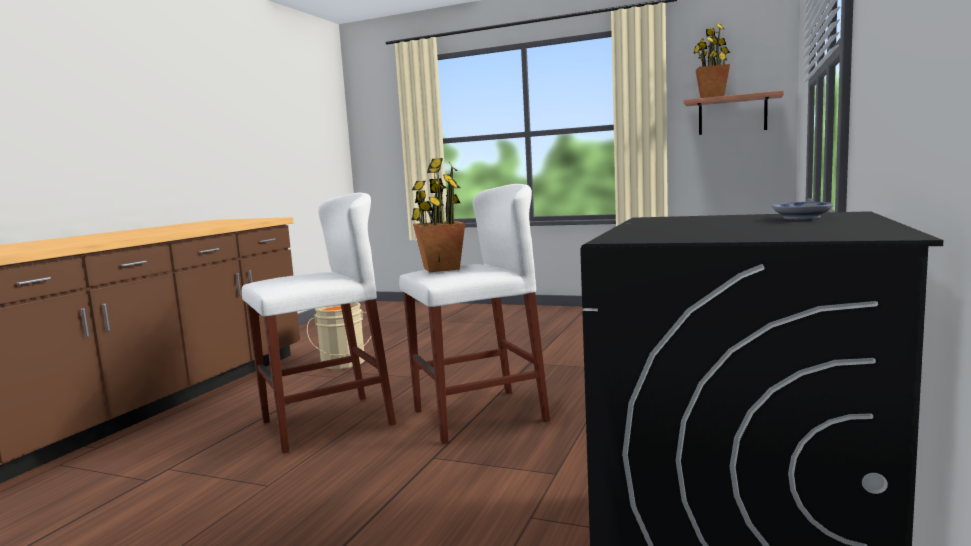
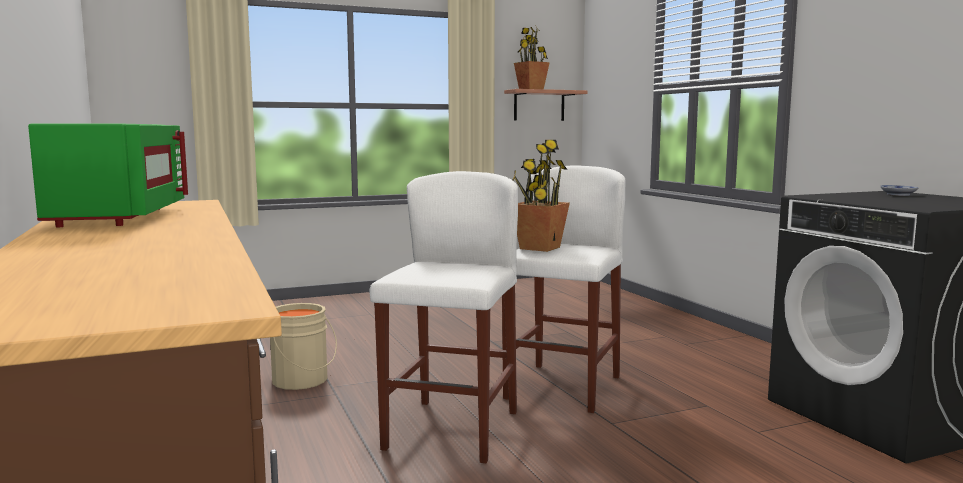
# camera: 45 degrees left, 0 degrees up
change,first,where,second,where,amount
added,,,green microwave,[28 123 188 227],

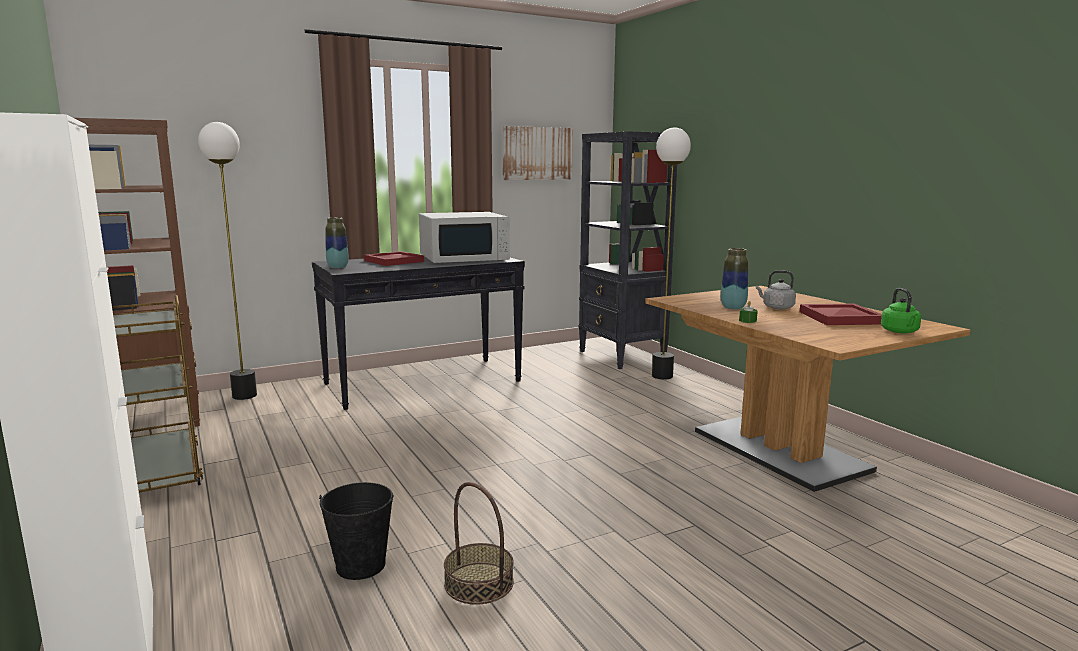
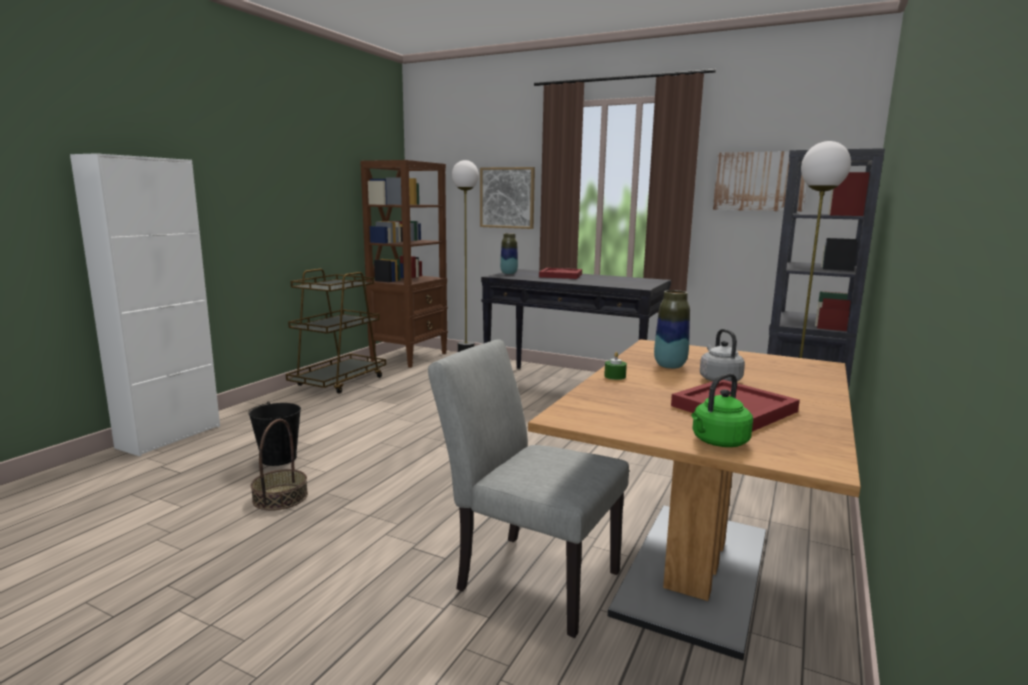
# camera: 55 degrees right, 0 degrees up
change,first,where,second,where,amount
removed,white microwave,[419 212 510 263],,,
added,,,picture,[480 167 535 229],
added,,,grey chair,[428 340 629 638],

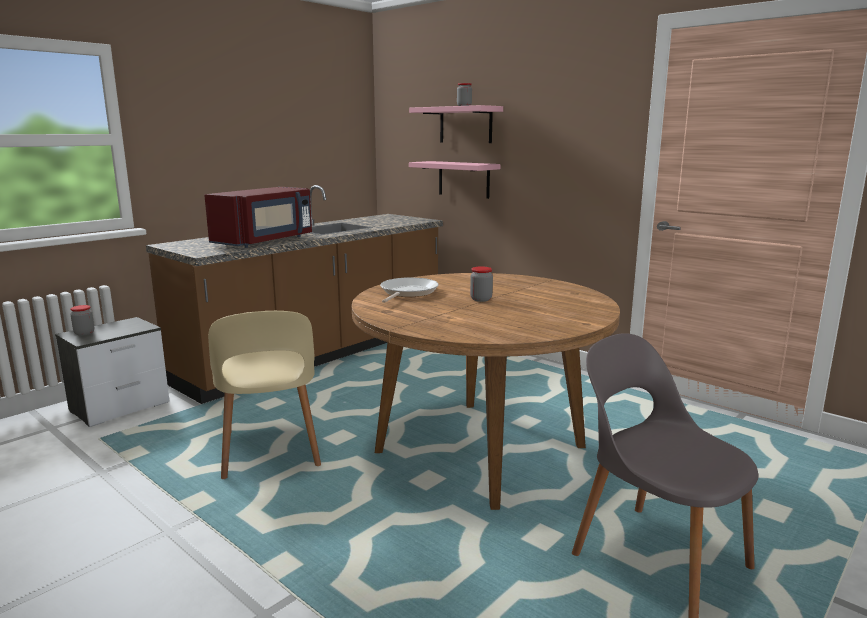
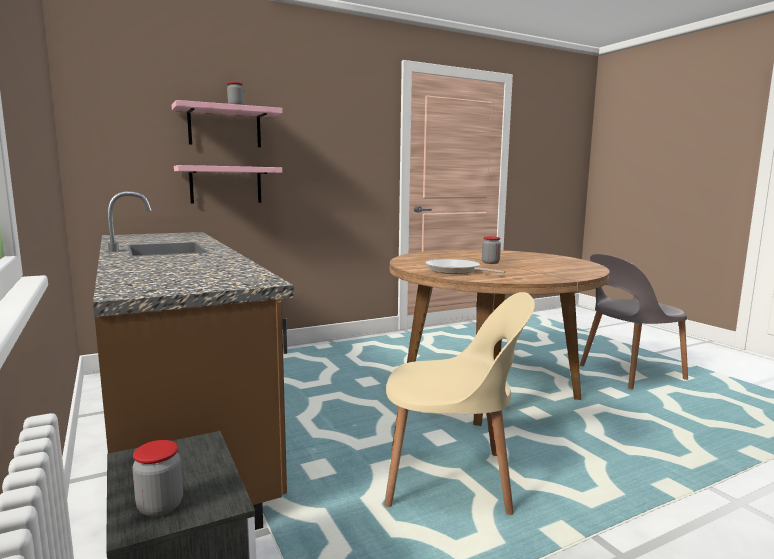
# camera: 70 degrees left, 5 degrees down
change,first,where,second,where,amount
removed,red microwave,[204 187 312 248],,,

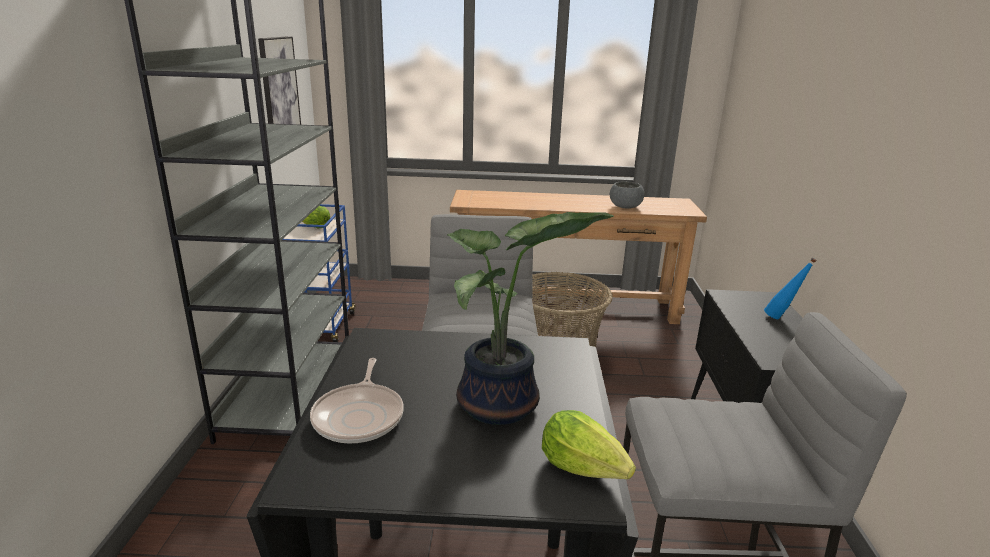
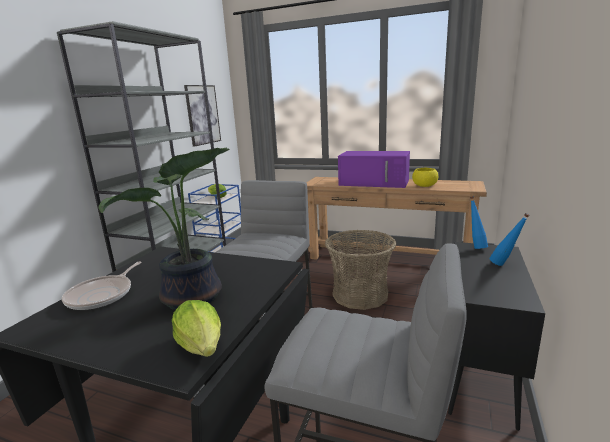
# camera: 20 degrees right, 5 degrees down
change,first,where,second,where,amount
recoloured,grey bowl,[610 181 645 209],yellow bowl,[412 168 438 187],
added,,,purple microwave,[338 151 410 188],
added,,,blue bottle,[470 196 488 249],

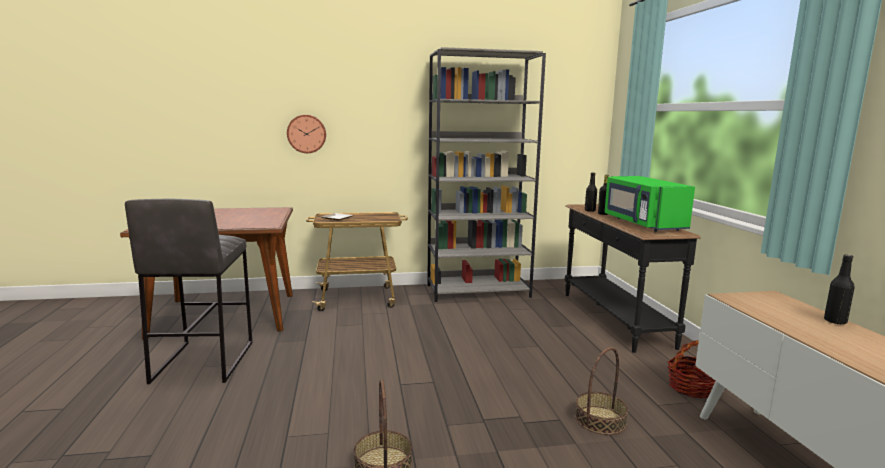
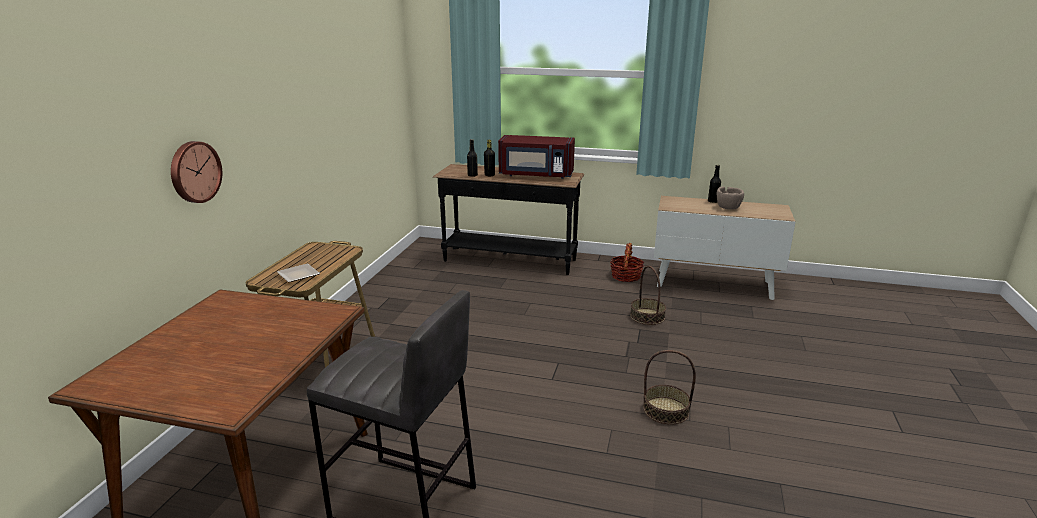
# camera: 65 degrees left, 10 degrees up
change,first,where,second,where,amount
removed,grey bookcase,[427 47 546 302],,,
recoloured,green microwave,[605 176 695 232],red microwave,[498 135 575 179],
added,,,brown bowl,[717 187 744 210],

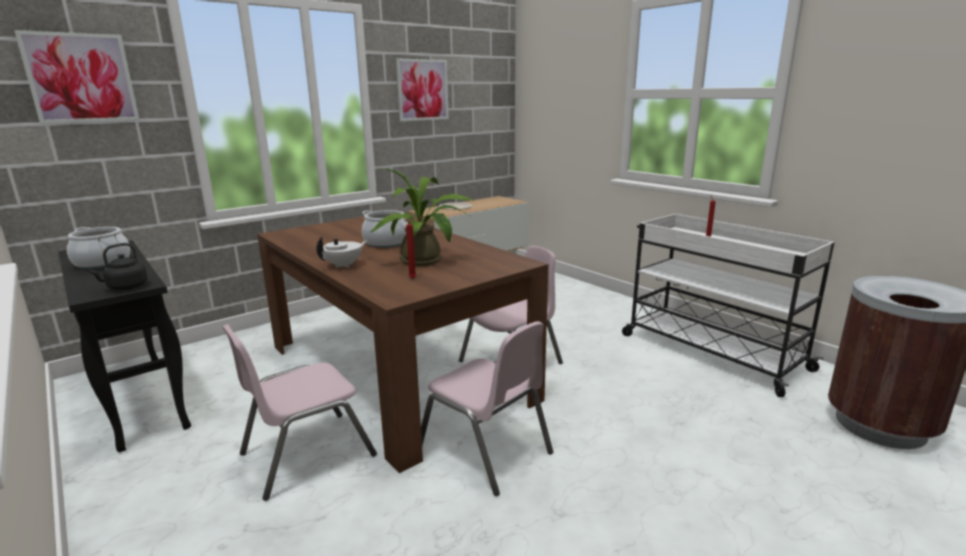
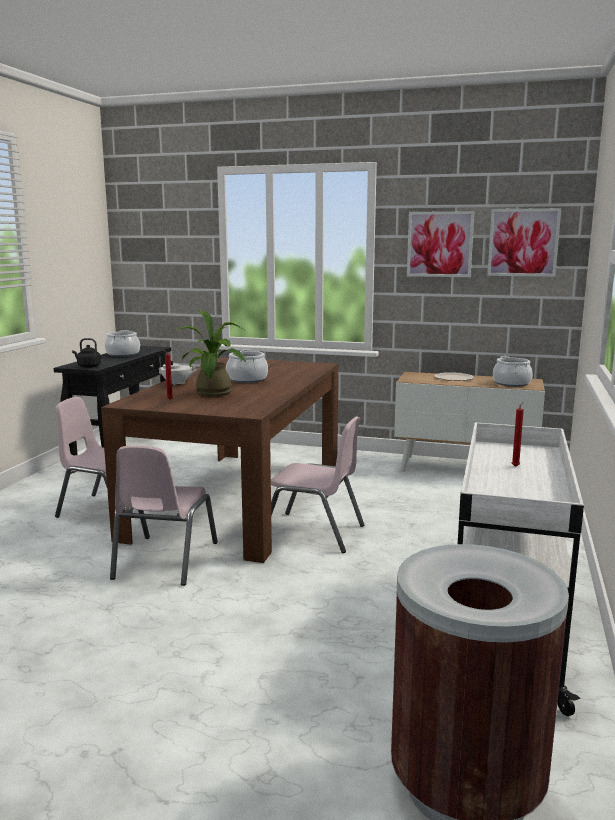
# camera: 55 degrees right, 5 degrees down
change,first,where,second,where,amount
moved,picture,[14 30 139 124],,[487 208 561 277],
added,,,cooking pot,[493 356 533 387],

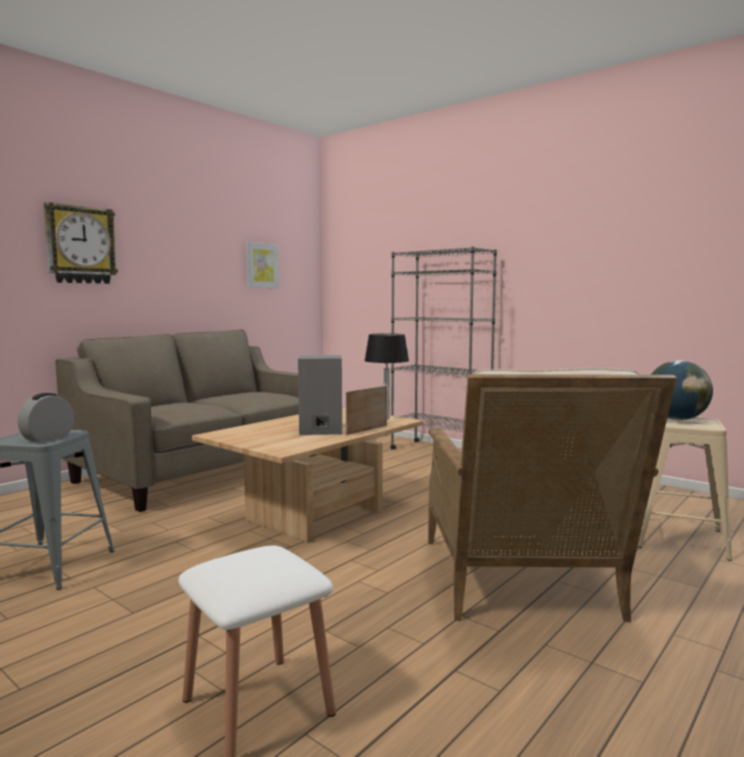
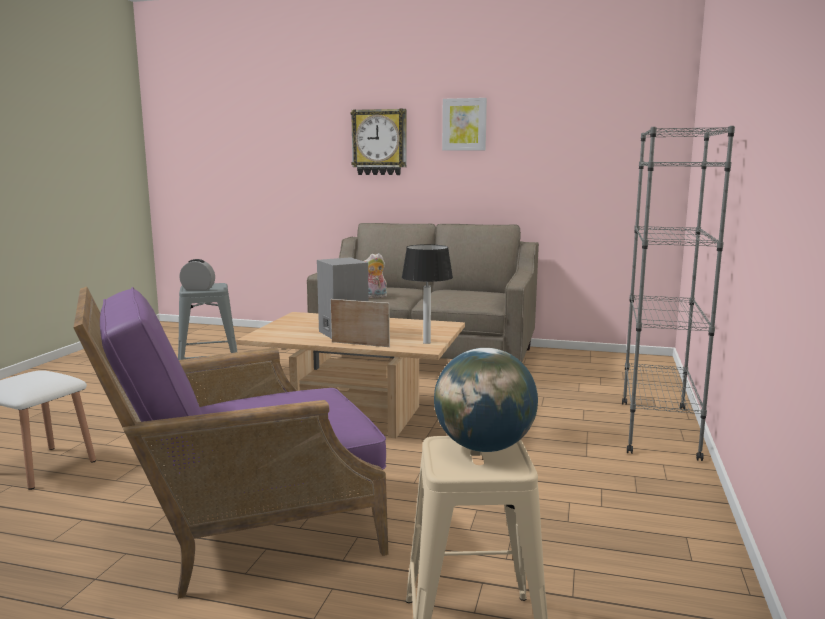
# camera: 65 degrees right, 5 degrees up
change,first,where,second,where,amount
moved,picture,[246 242 279 288],,[442 98 487 151],
recoloured,beige armchair,[428 368 677 622],purple armchair,[73 286 388 599],
added,,,plush toy,[364 253 387 298],

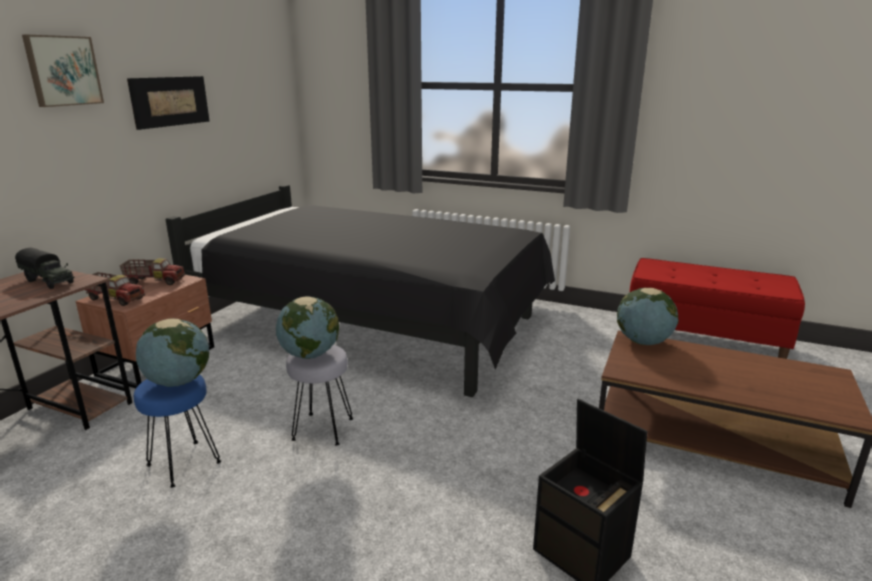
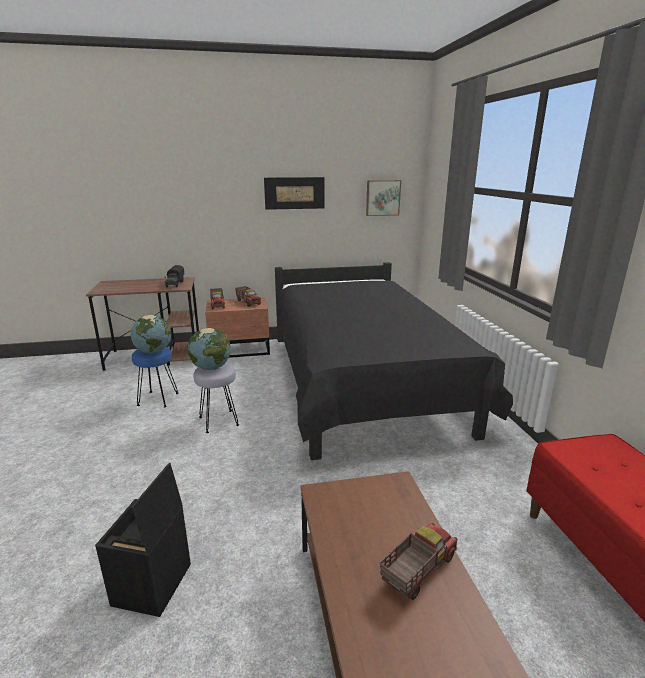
# camera: 55 degrees right, 0 degrees up
change,first,where,second,where,amount
moved,picture,[22 35 104 107],,[366 180 401 216],
removed,globe,[617 288 678 345],,,
added,,,toy truck,[379 523 457 600],

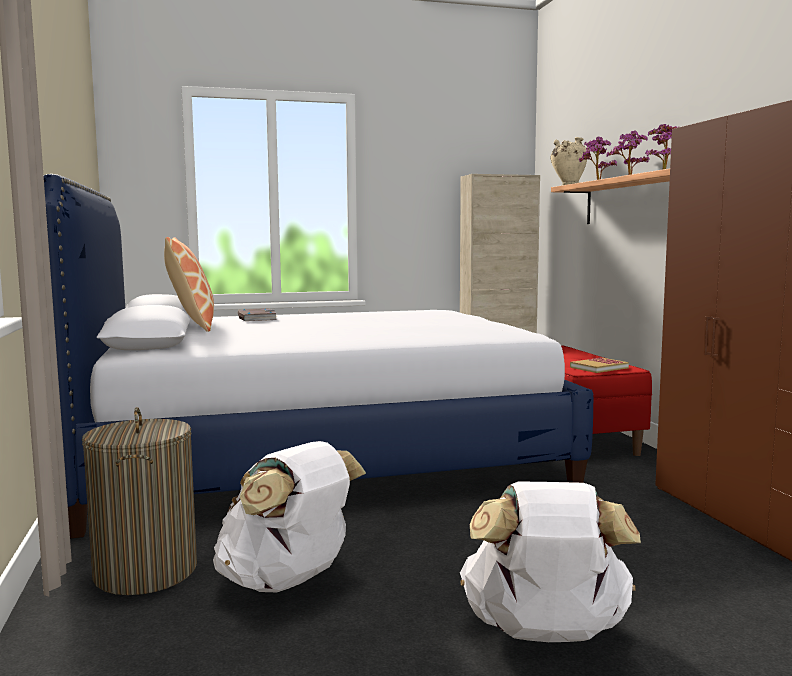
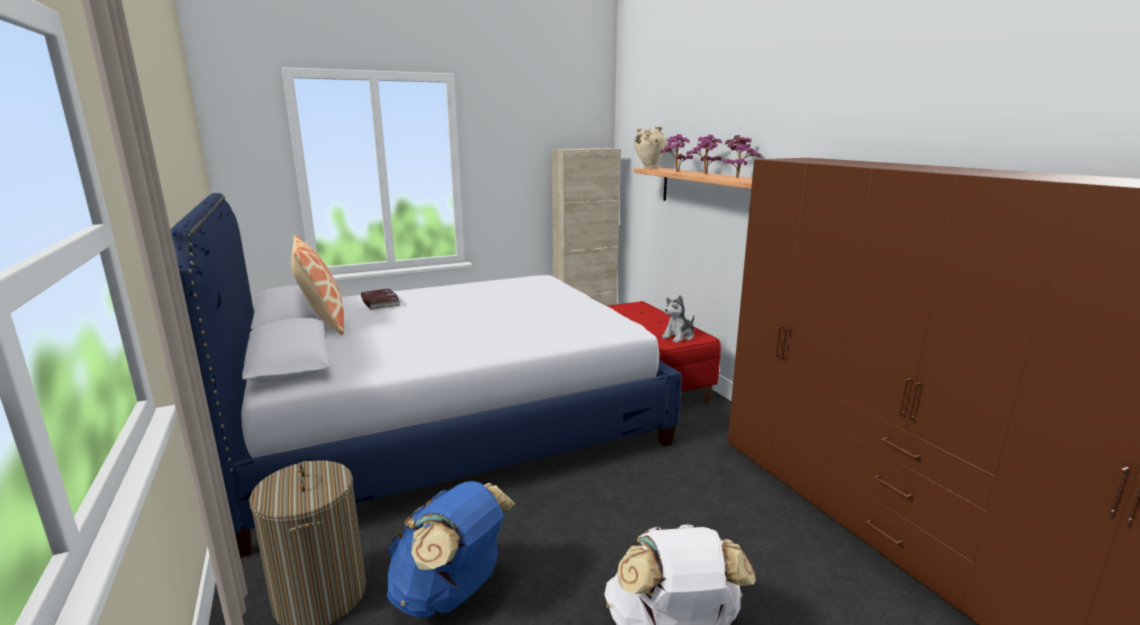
# camera: 10 degrees left, 10 degrees up
change,first,where,second,where,amount
replaced,book,[570 357 629 373],plush toy,[661 295 694 343],
recoloured,white backpack,[213 441 366 592],blue backpack,[387 481 516 618],

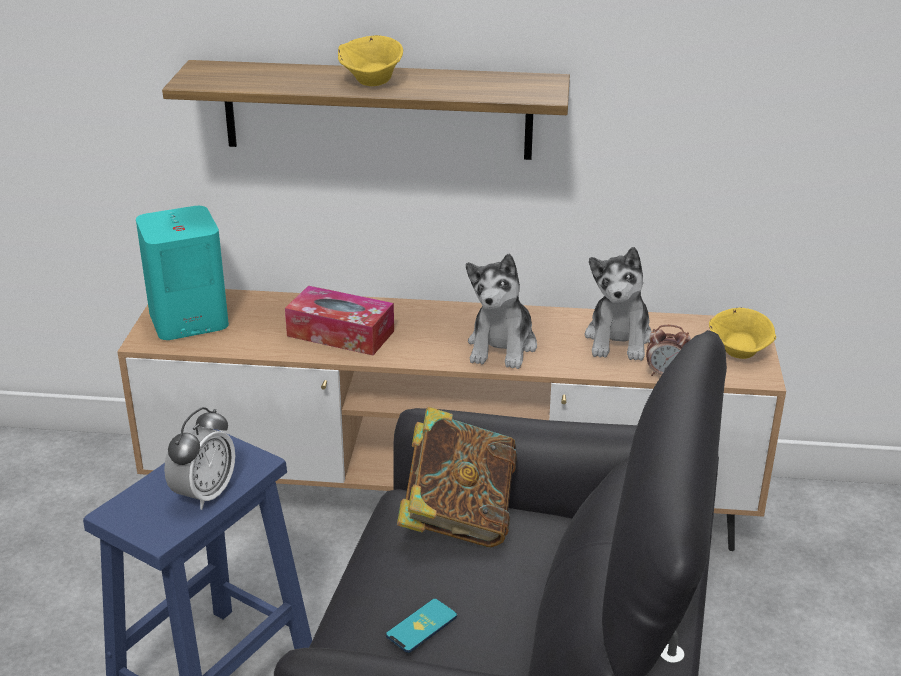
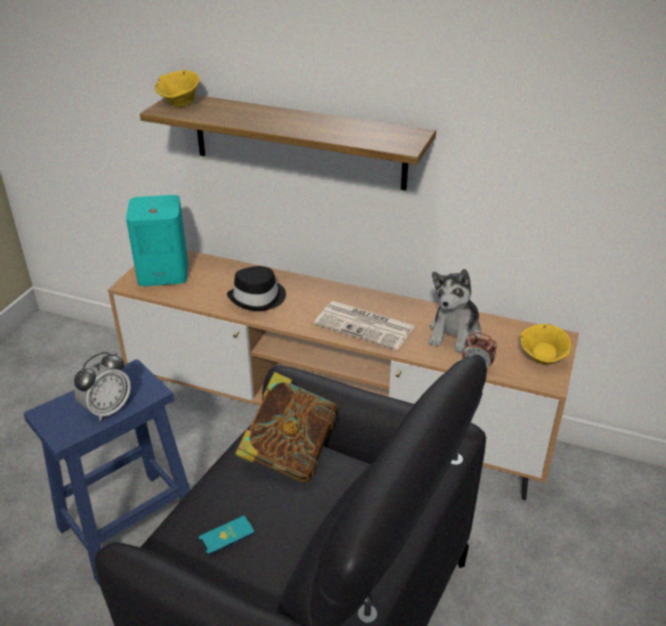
# camera: 15 degrees right, 5 degrees up
change,first,where,second,where,amount
moved,yellow bowl,[338 35 403 86],,[155 70 200 107],
replaced,plush toy,[466 254 537 369],newspaper,[314 301 415 350],
replaced,tissue box,[285 286 394 355],black hat,[227 266 286 311],

